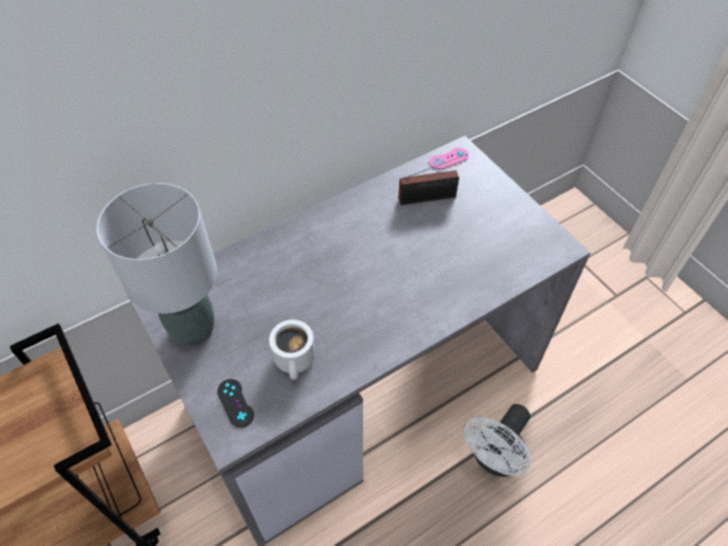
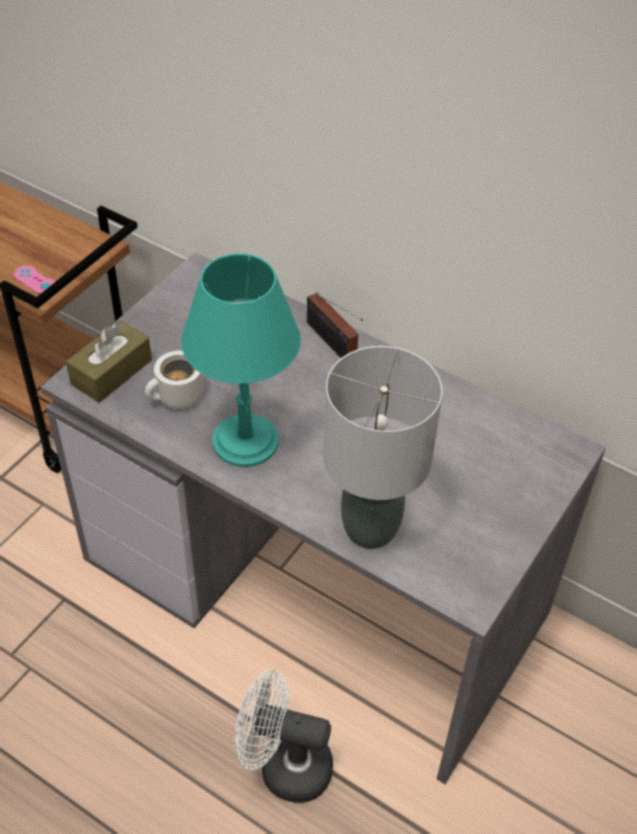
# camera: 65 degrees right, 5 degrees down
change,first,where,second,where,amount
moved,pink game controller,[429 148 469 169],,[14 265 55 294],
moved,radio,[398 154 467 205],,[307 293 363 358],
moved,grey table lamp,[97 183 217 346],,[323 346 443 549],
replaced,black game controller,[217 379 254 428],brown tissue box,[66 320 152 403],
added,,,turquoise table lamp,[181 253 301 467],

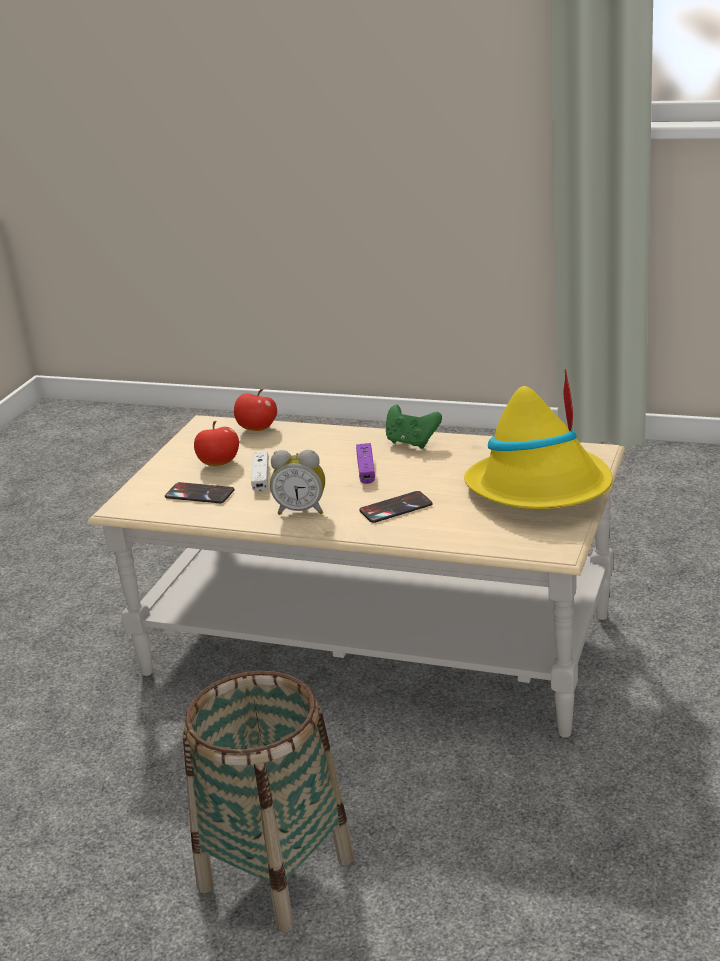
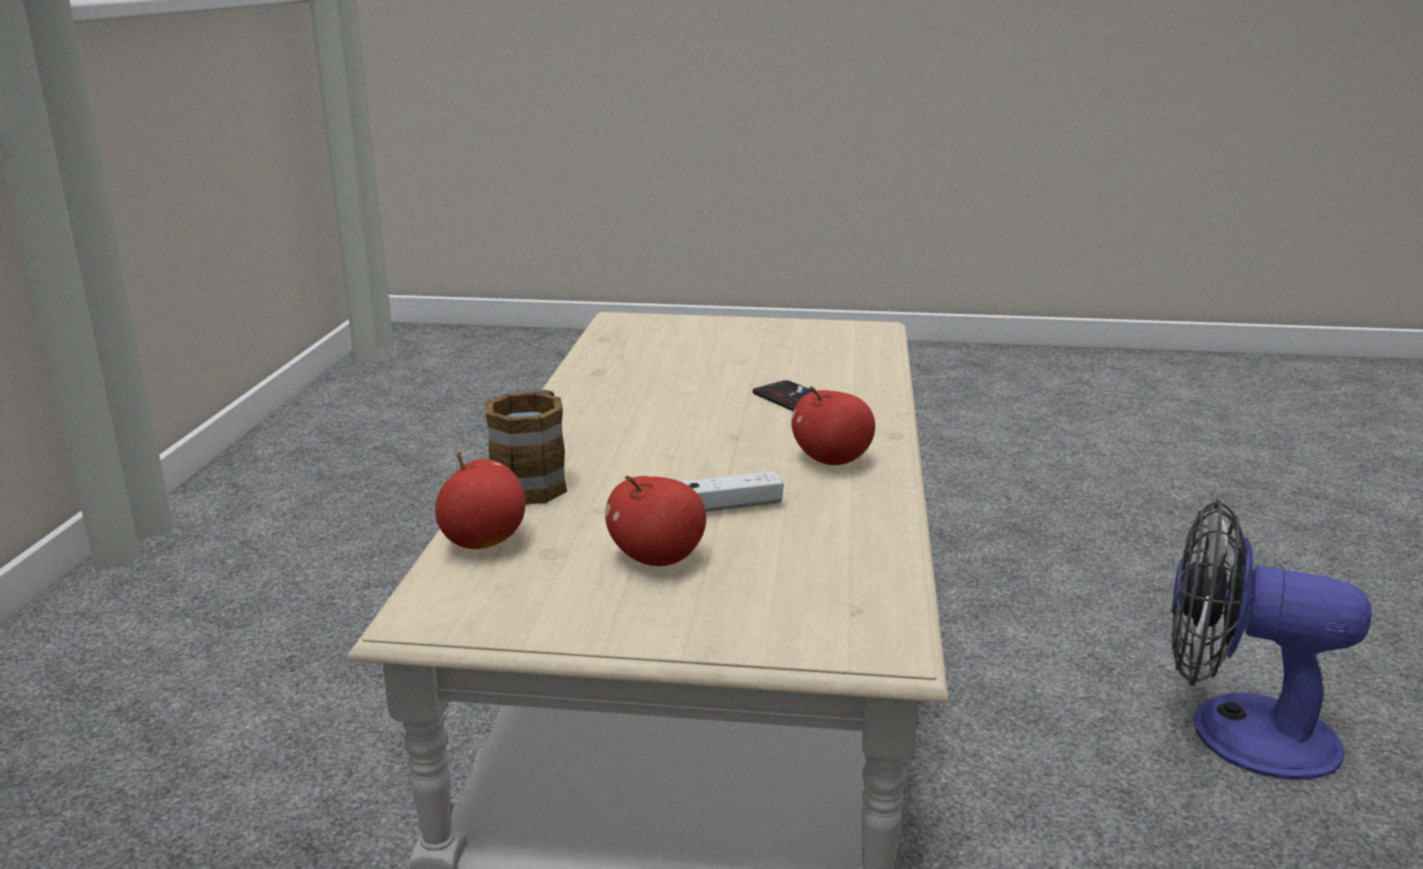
# camera: 105 degrees left, 5 degrees down
change,first,where,second,where,amount
removed,yellow hat,[464 368 613 509],,,
removed,green game controller,[386 405 442 449],,,
removed,purple game controller,[356 443 375 484],,,
replaced,alarm clock,[270 450 325 515],apple,[791 387 875 465],
removed,phone,[165 482 234 503],,,
replaced,basket,[182 671 354 932],fan,[1171 500 1372 779],
added,,,mug,[485 390 567 504],

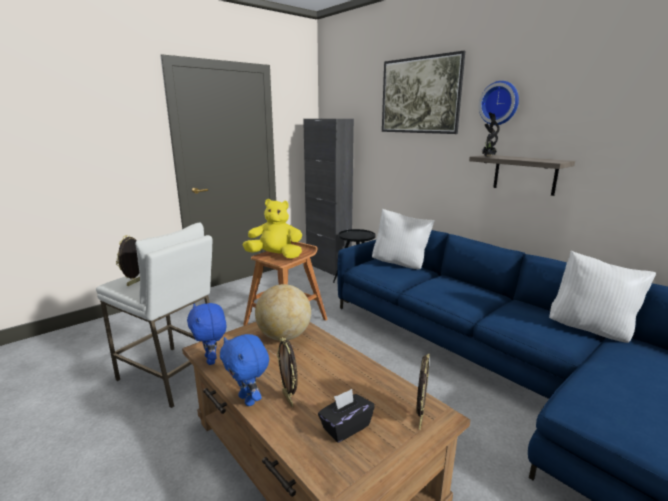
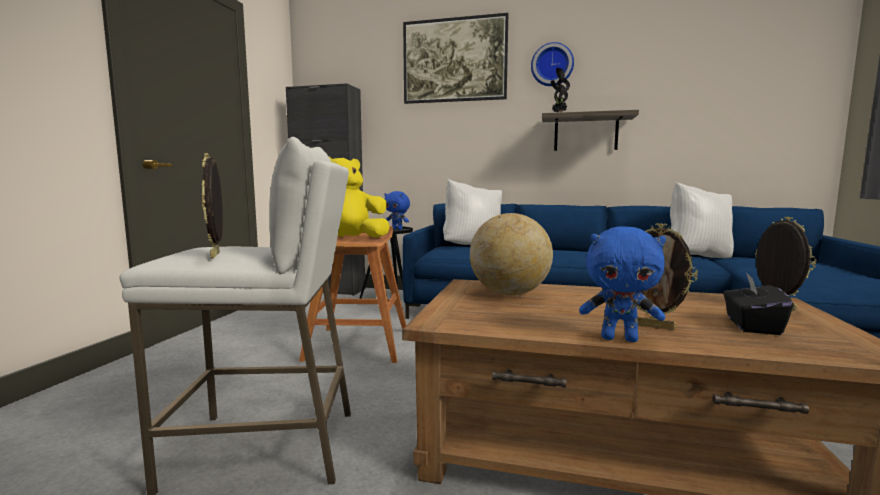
# camera: 35 degrees left, 10 degrees down
change,first,where,second,where,amount
moved,blue plush toy,[187 303 226 365],,[384 191 410 230],

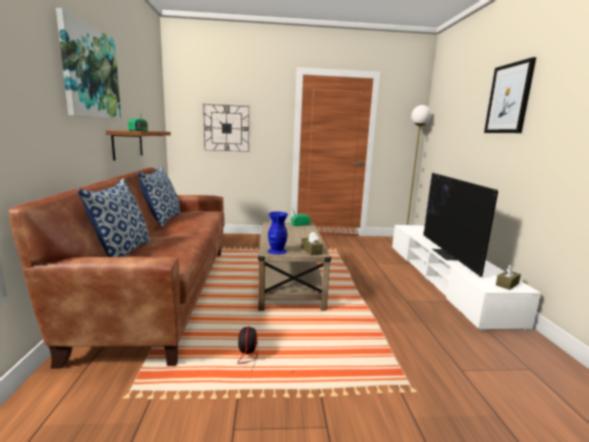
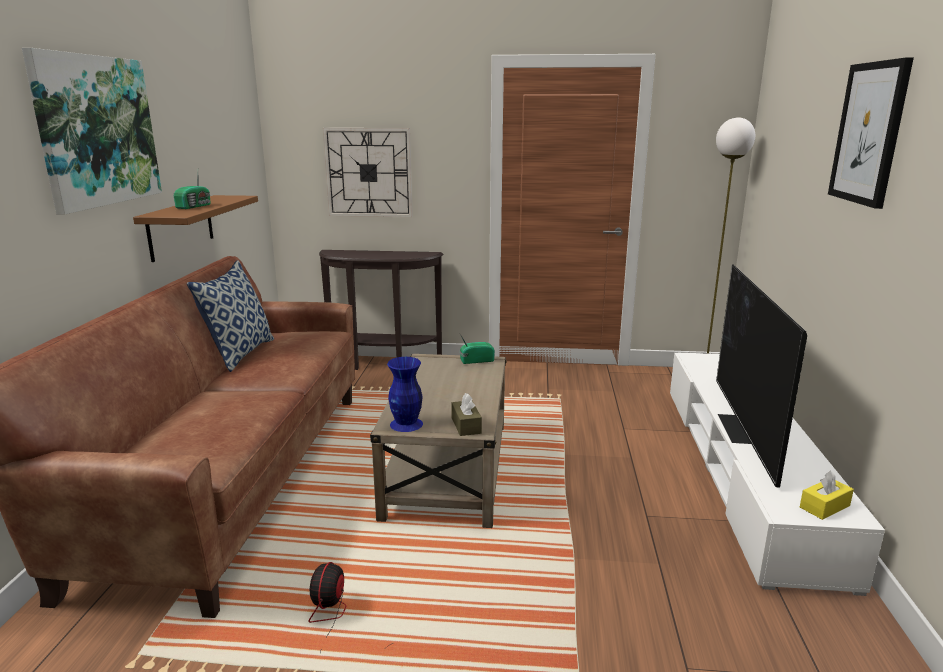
# camera: 10 degrees right, 5 degrees up
change,first,where,second,where,amount
removed,pillow,[77 178 151 257],,,
recoloured,brown tissue box,[496 265 521 290],yellow tissue box,[800 471 854 520],
added,,,brown console table,[319 250 444 370],

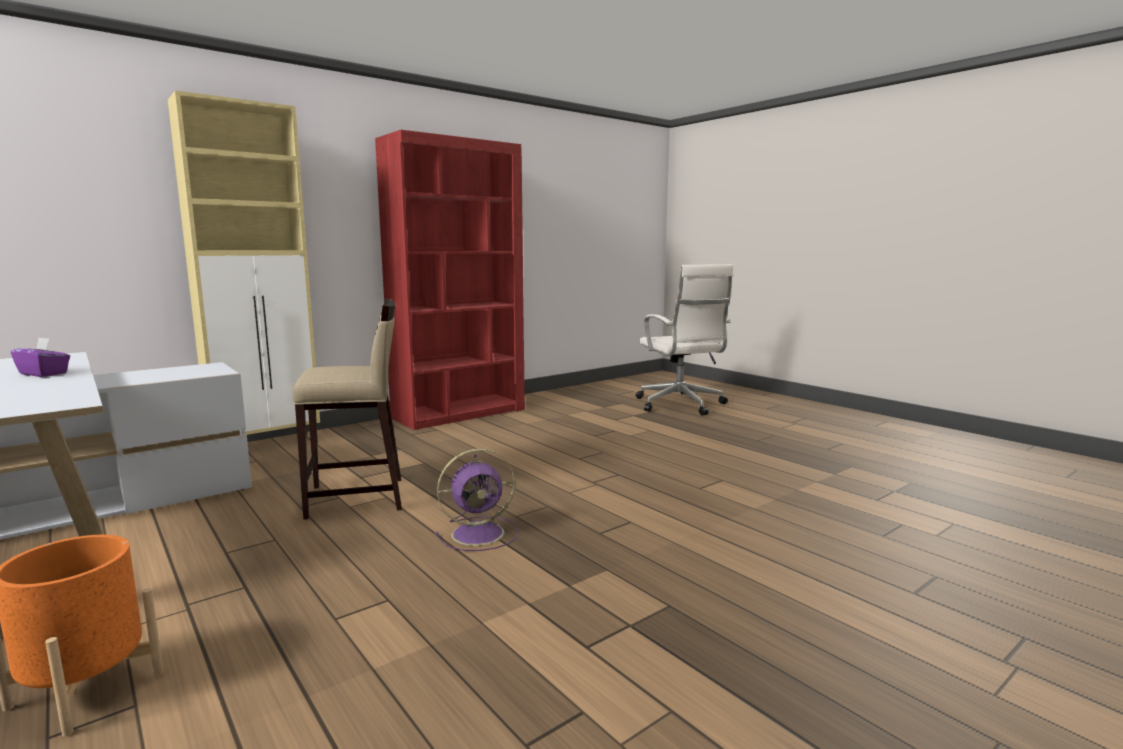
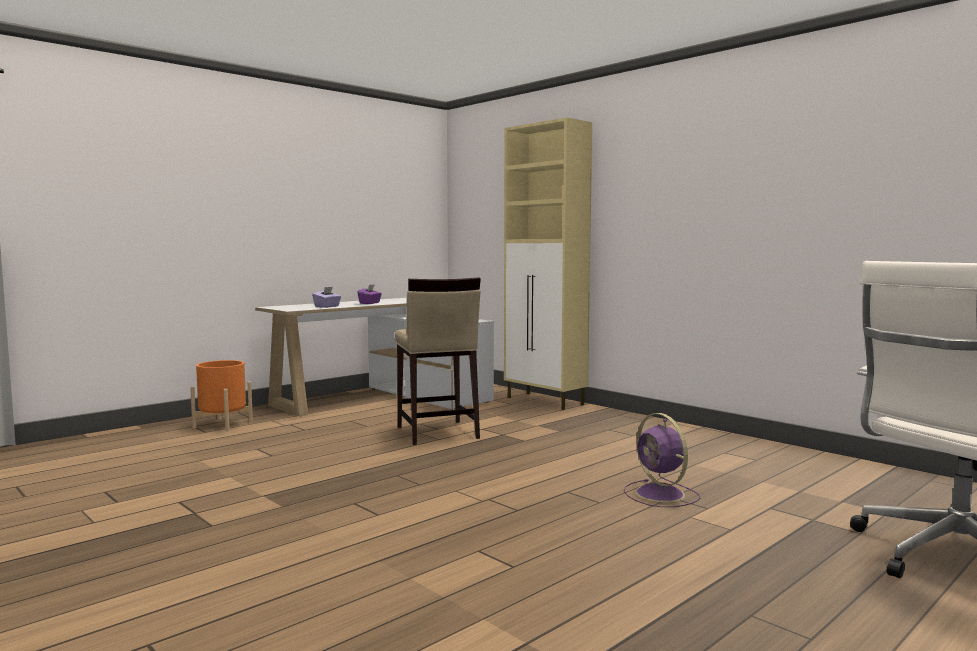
# camera: 85 degrees right, 5 degrees down
change,first,where,second,where,amount
removed,red bookcase,[375 130 525 430],,,
moved,purple fan,[435 449 518 551],,[624 413 700 507],
added,,,purple tissue box,[312 287 341 308],

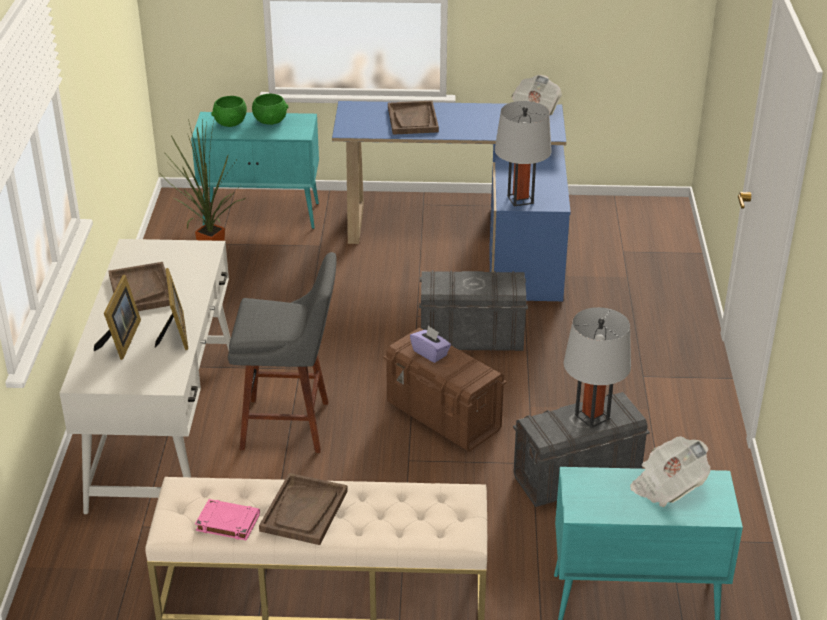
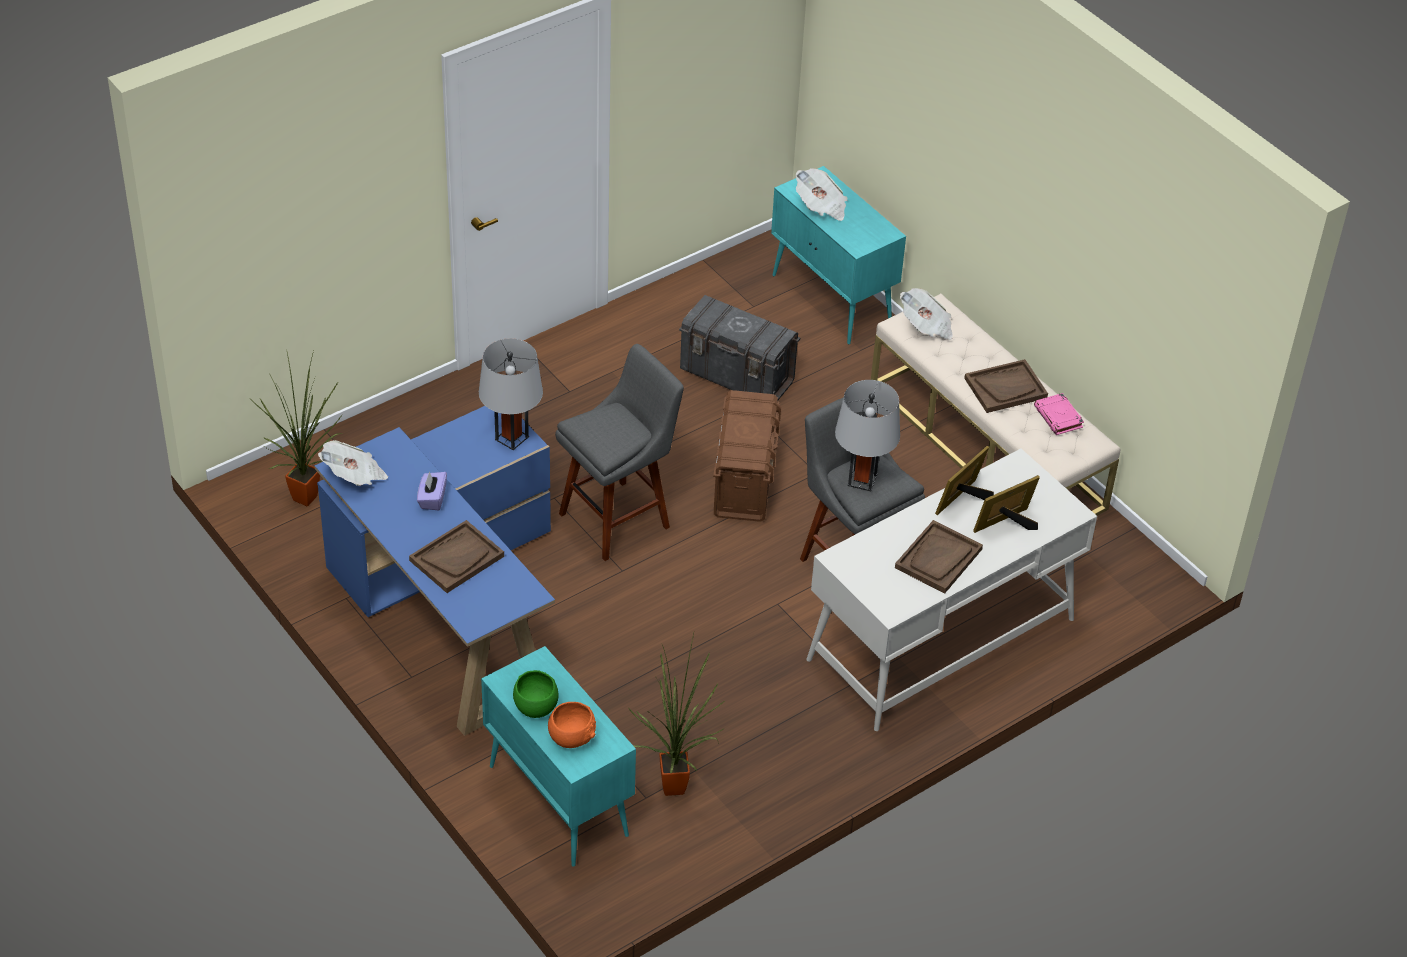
# camera: 130 degrees left, 10 degrees up
change,first,where,second,where,amount
recoloured,green bowl,[211 96 247 127],orange bowl,[548 702 596 748],
replaced,grey storage box,[419 270 528 351],grey stool,[555 344 684 561],
moved,grey table lamp,[564 307 631 428],,[835 380 900 491],
moved,purple tissue box,[410 325 451 363],,[417 471 447 511],
added,,,newspaper,[900 288 953 340],
added,,,potted plant,[249 351 343 506],

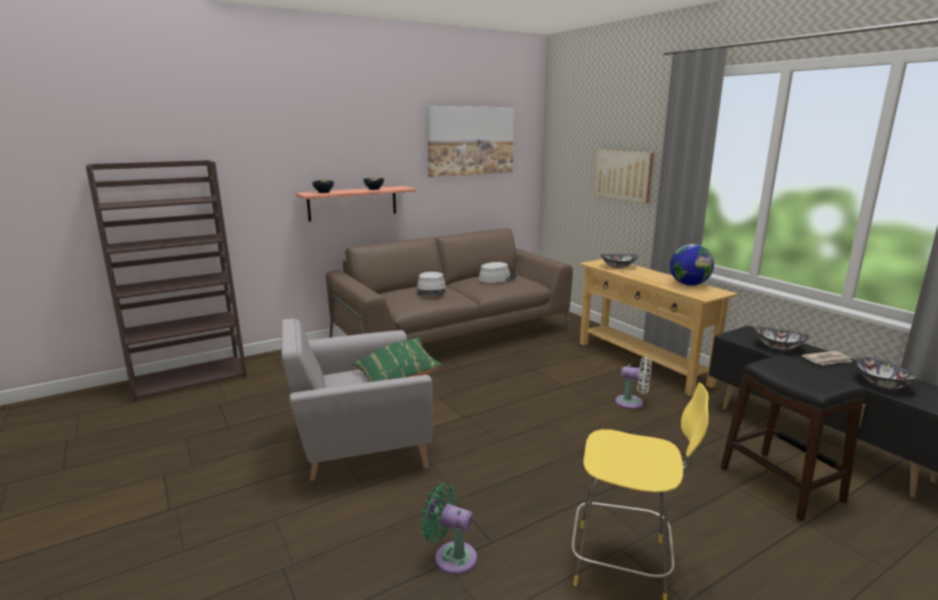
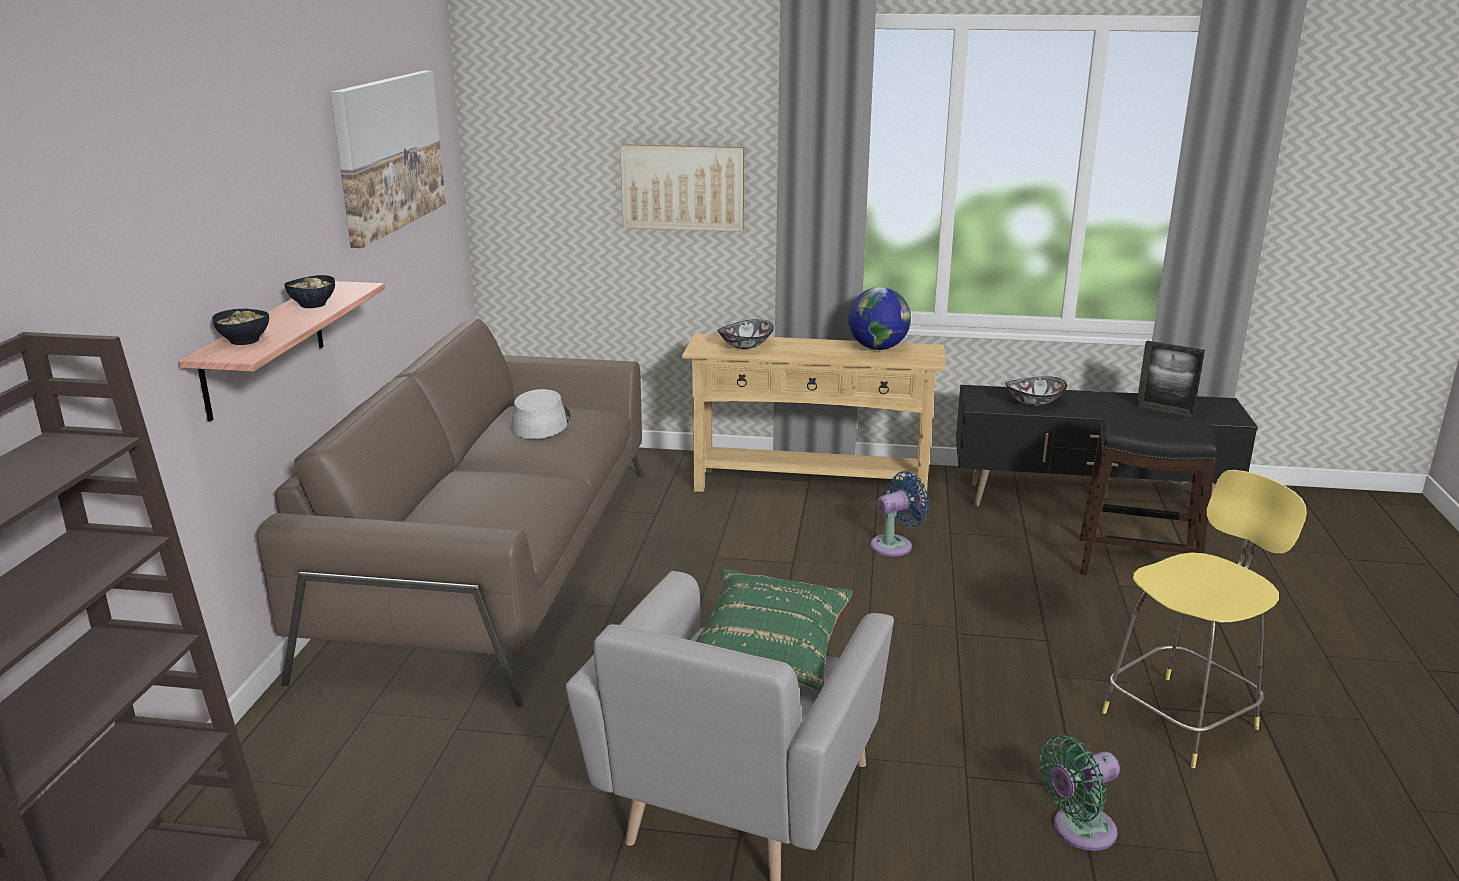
# camera: 50 degrees left, 5 degrees up
change,first,where,second,where,amount
removed,grey hat,[416 272 446 295],,,
removed,newspaper,[802 351 852 365],,,
replaced,bowl,[855 356 918 389],picture frame,[1136 341 1205 417],
recoloured,white fan,[615 357 652 409],blue fan,[870 471 930 556],

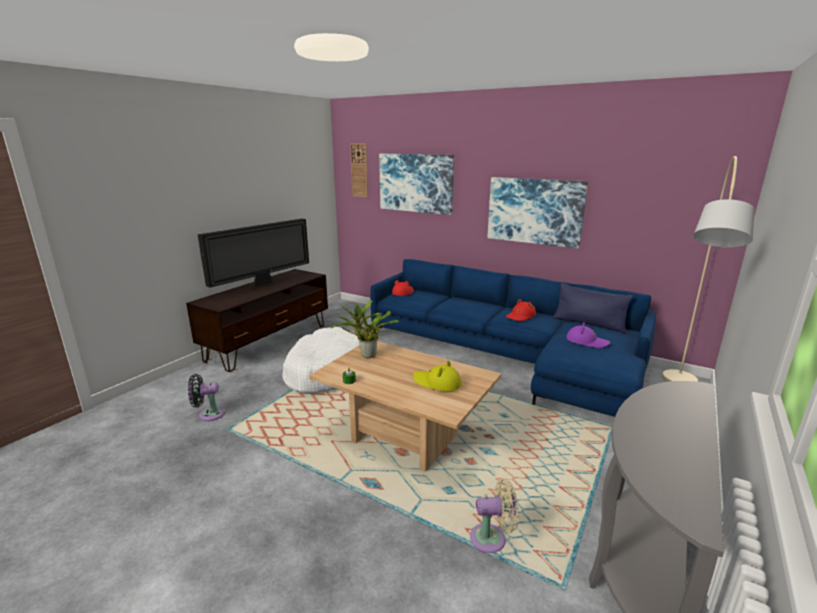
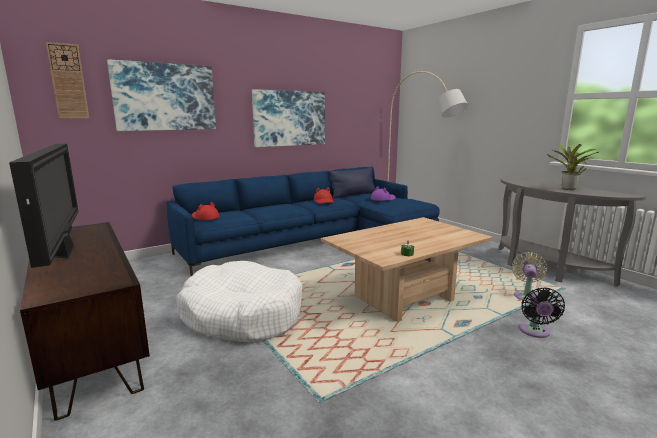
# camera: 65 degrees left, 5 degrees down
change,first,where,second,where,amount
moved,potted plant,[331 301 399 358],,[547 143 599 190],
removed,yellow hat,[413 361 462 391],,,
moved,black fan,[188 374 226 421],,[519 287 565 338],

